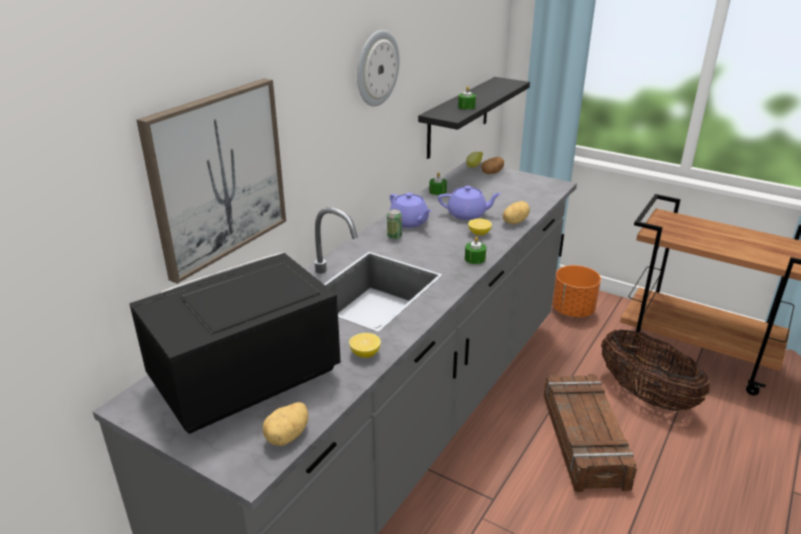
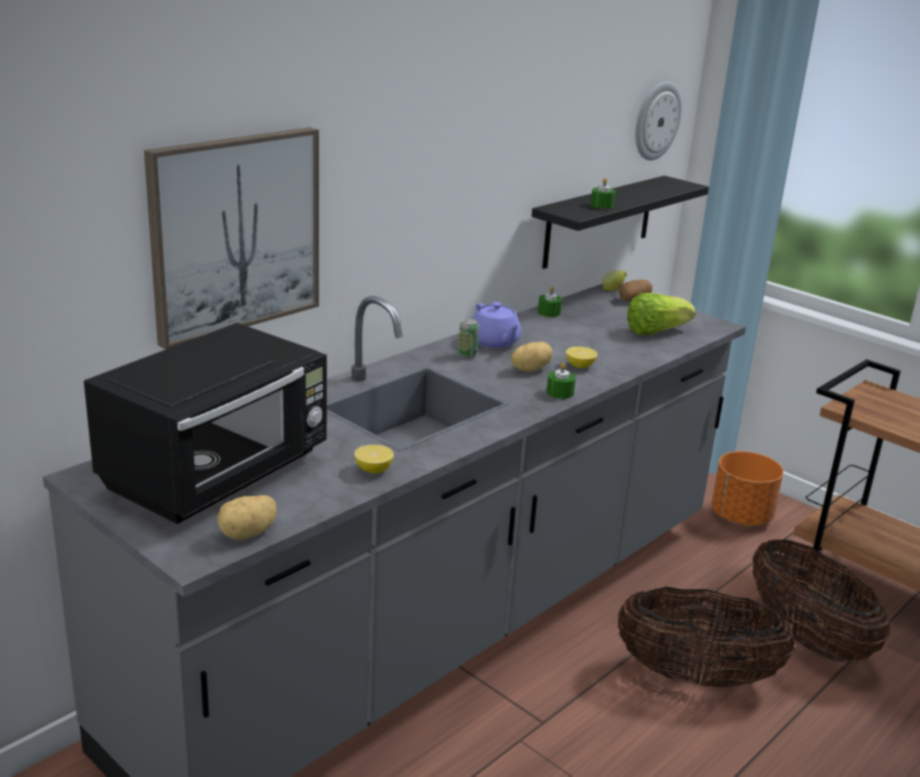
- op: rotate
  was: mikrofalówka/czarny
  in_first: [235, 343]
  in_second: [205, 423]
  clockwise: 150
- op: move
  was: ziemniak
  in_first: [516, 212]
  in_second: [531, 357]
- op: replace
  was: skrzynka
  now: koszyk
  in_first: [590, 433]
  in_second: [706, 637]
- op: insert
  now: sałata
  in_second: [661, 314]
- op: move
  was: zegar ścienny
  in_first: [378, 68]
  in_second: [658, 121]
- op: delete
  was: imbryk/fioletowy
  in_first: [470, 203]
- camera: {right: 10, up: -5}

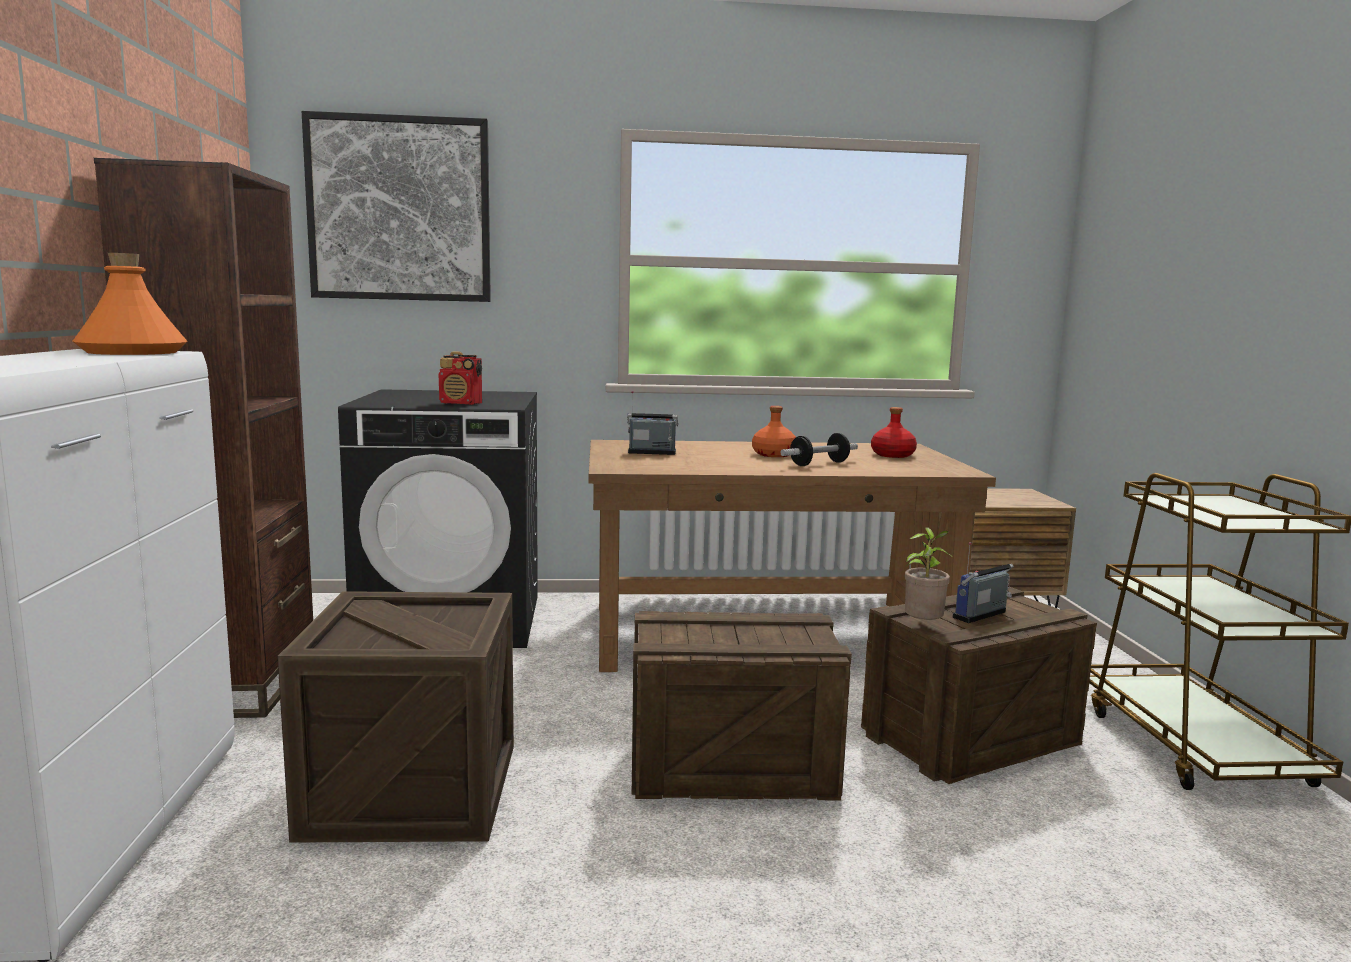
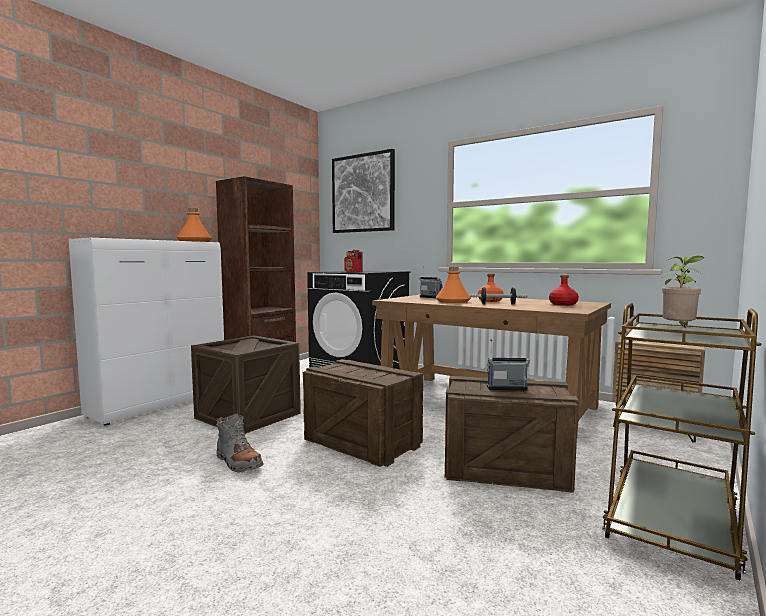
- op: insert
  now: but z cholewką/szary
  in_second: [240, 443]
- op: insert
  now: butelka/pomarańczowy
  in_second: [453, 285]
- op: move
  was: roślina doniczkowa
  in_first: [928, 573]
  in_second: [682, 292]
- camera: {right: 40, up: -5}

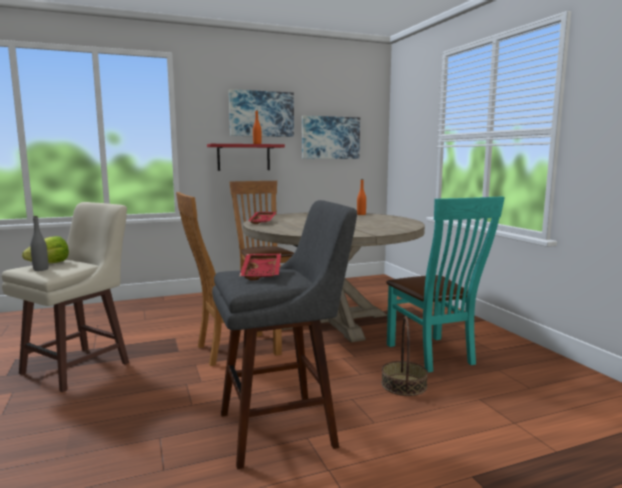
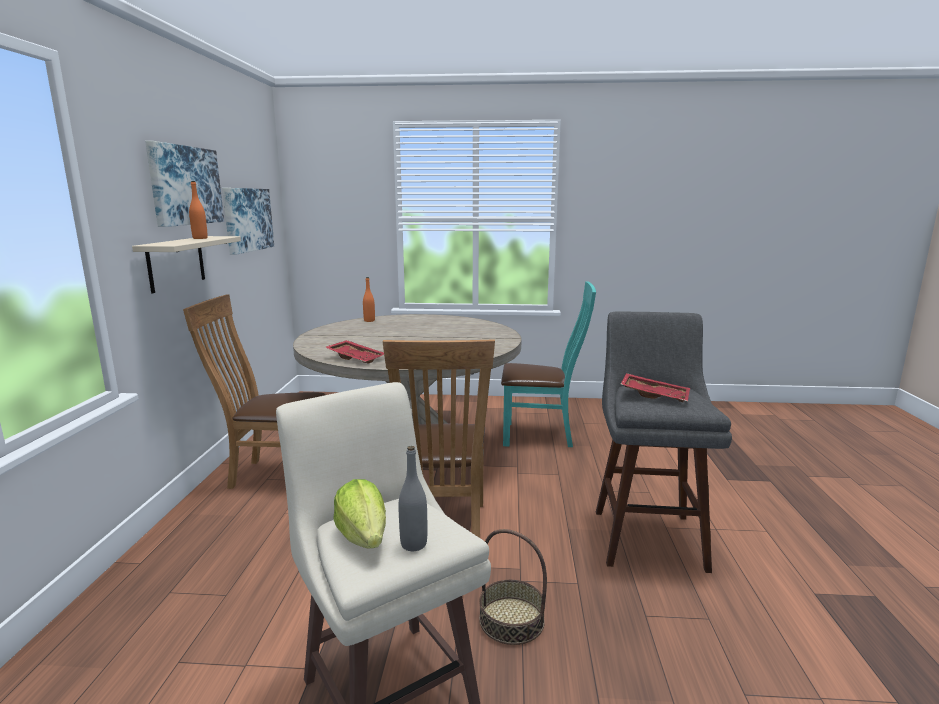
- op: recolor
  was: półka/czerwony
  now: półka/beżowy
  in_first: [246, 157]
  in_second: [186, 264]
- op: move
  was: koszyk
  in_first: [404, 356]
  in_second: [513, 587]
- camera: {right: -65, up: 5}

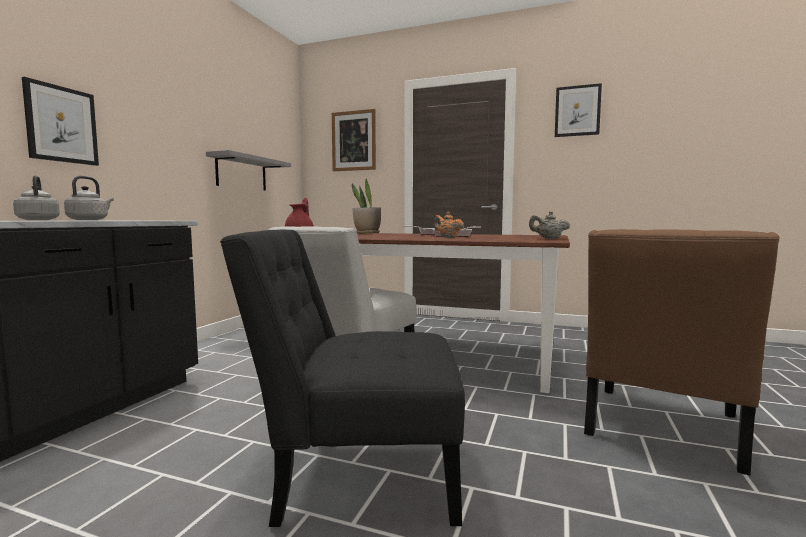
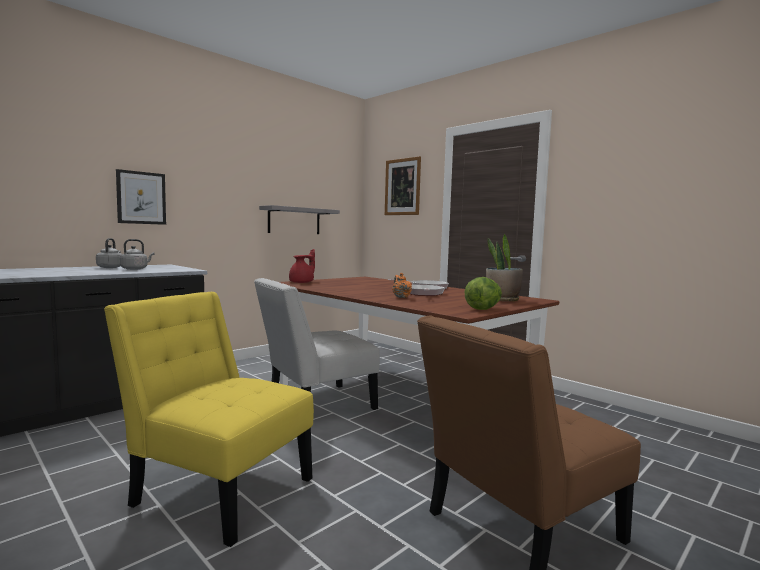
- op: recolor
  was: krzesło/czarny
  now: krzesło/żółty
  in_first: [342, 378]
  in_second: [209, 419]
- op: replace
  was: imbryk/beżowy
  now: sałata
  in_first: [549, 225]
  in_second: [483, 293]
- op: move
  was: roślina doniczkowa
  in_first: [366, 206]
  in_second: [504, 267]
- op: delete
  was: obraz
  in_first: [578, 110]
- camera: {right: 25, up: 0}

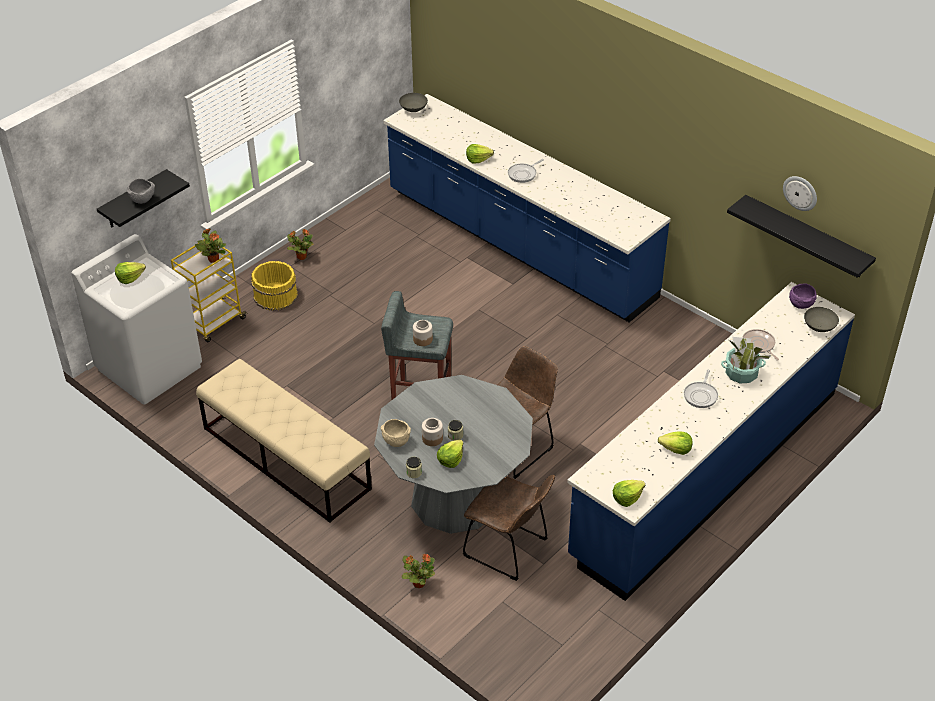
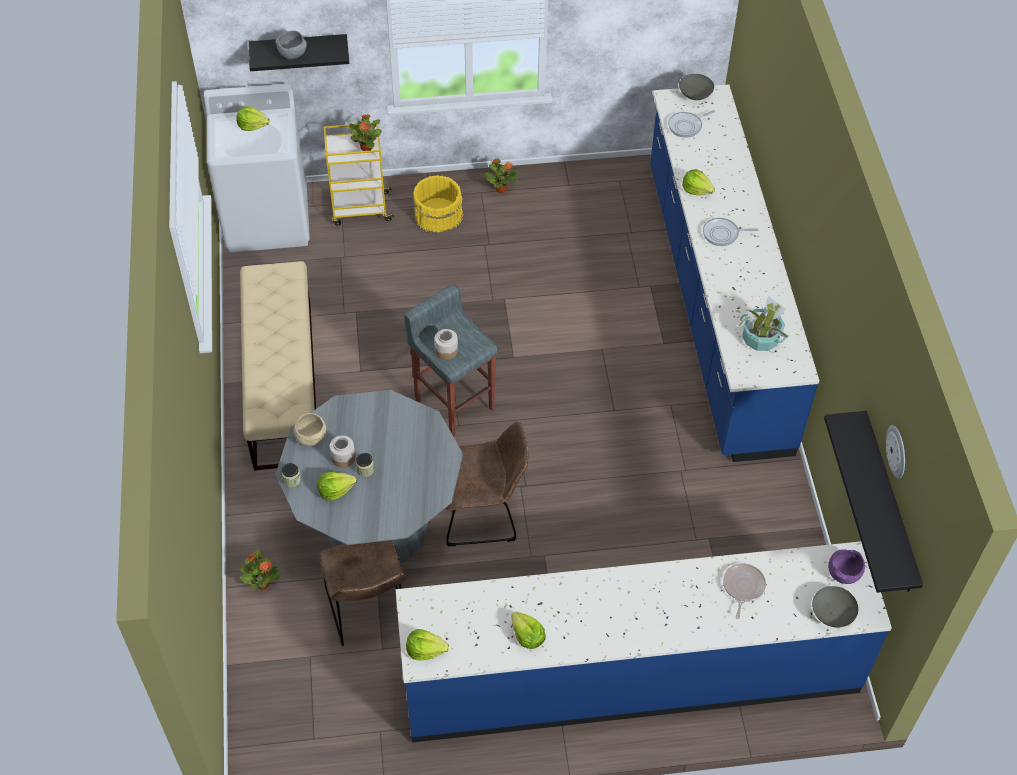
- op: move
  was: patelnia
  in_first: [701, 389]
  in_second: [691, 124]
- op: move
  was: roślina doniczkowa
  in_first: [746, 360]
  in_second: [762, 323]
- camera: {right: 40, up: 10}

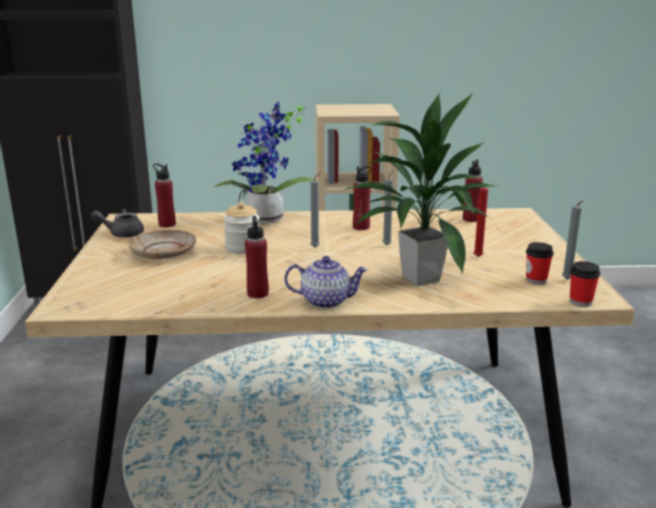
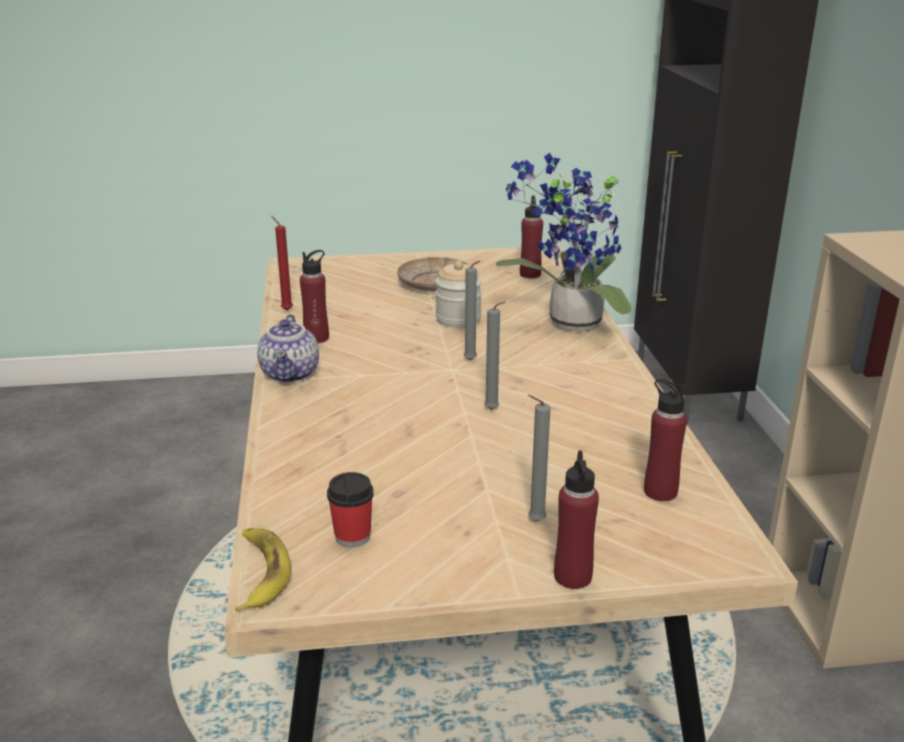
- op: replace
  was: filiżanka
  now: banan
  in_first: [585, 284]
  in_second: [263, 570]
- op: move
  was: świeca/czerwony
  in_first: [481, 222]
  in_second: [282, 263]
- op: move
  was: świeca/szary
  in_first: [572, 240]
  in_second: [539, 458]
- op: move
  was: butelka/czerwony
  in_first: [362, 198]
  in_second: [576, 520]
- op: delete
  was: imbryk/szary
  in_first: [117, 223]
- op: delete
  was: roślina doniczkowa
  in_first: [419, 189]
- camera: {right: 85, up: 5}

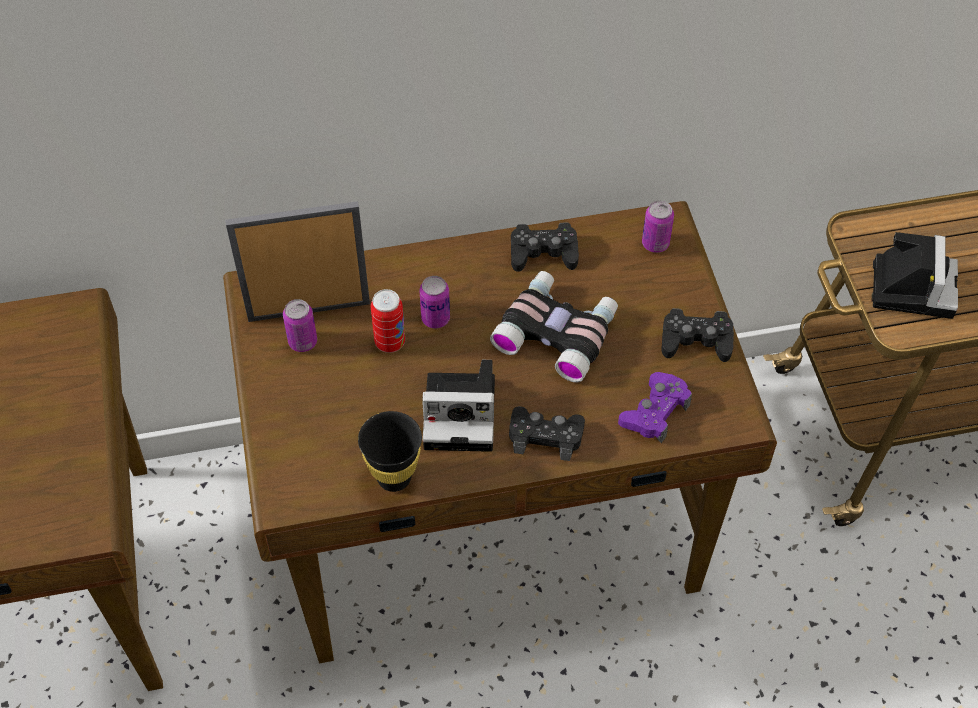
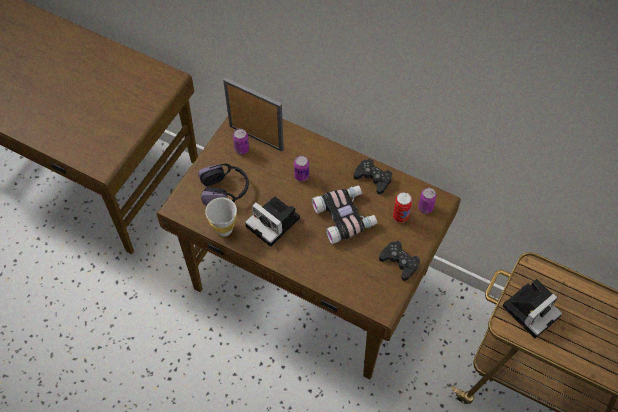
- op: insert
  now: słuchawki
  in_second: [223, 185]
- op: recolor
  was: filiżanka/czarny
  now: filiżanka/biały
  in_first: [390, 451]
  in_second: [221, 216]
- op: move
  was: puszka
  in_first: [388, 321]
  in_second: [402, 207]
- op: delete
  was: pad do gier/czarny
  in_first: [547, 433]
- op: delete
  was: pad do gier/fioletowy
  in_first: [655, 407]
- camera: {right: 40, up: 5}

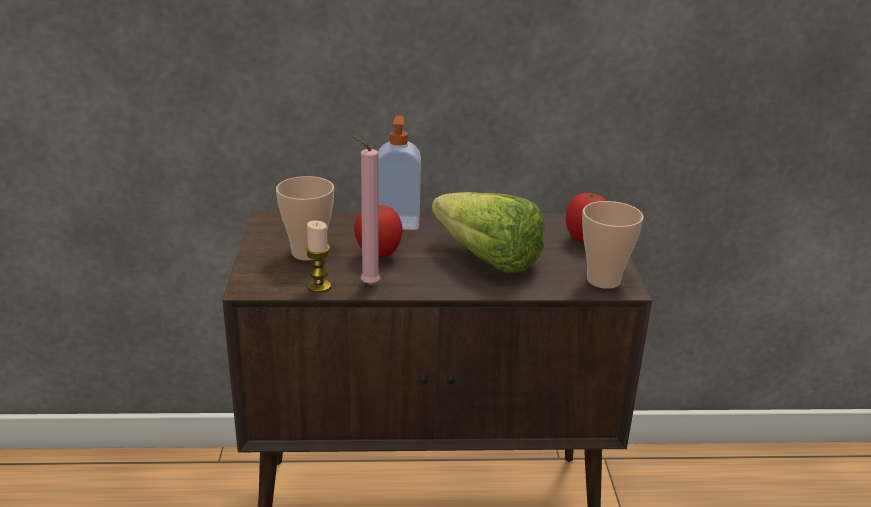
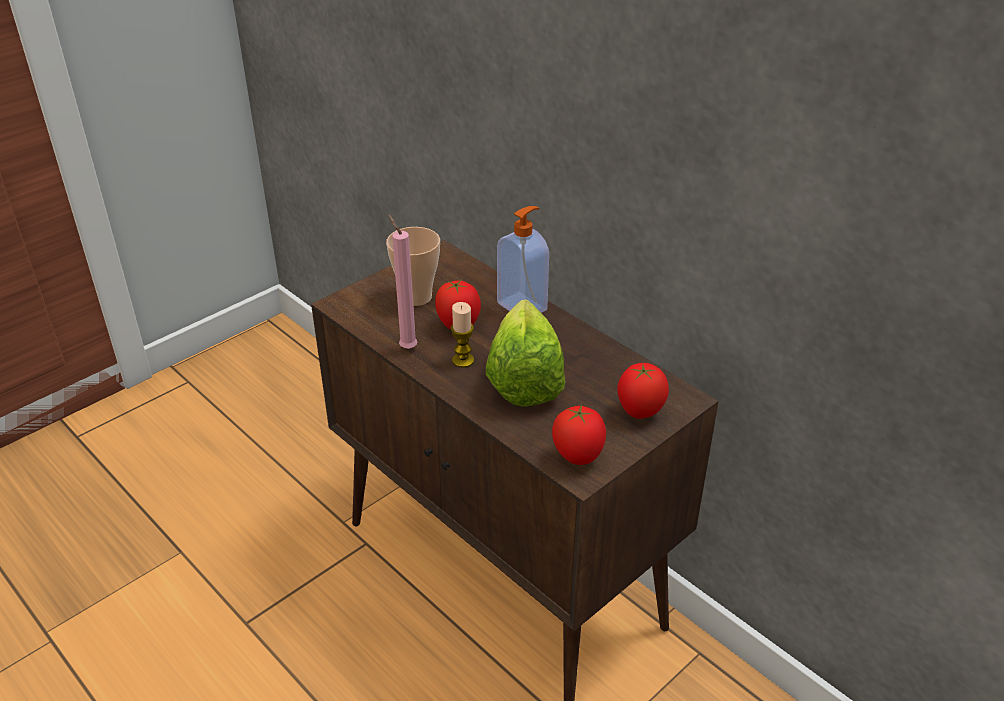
- op: move
  was: świeca
  in_first: [318, 256]
  in_second: [462, 335]
- op: replace
  was: filiżanka
  now: pomidor
  in_first: [613, 245]
  in_second: [579, 435]
- camera: {right: 50, up: 10}

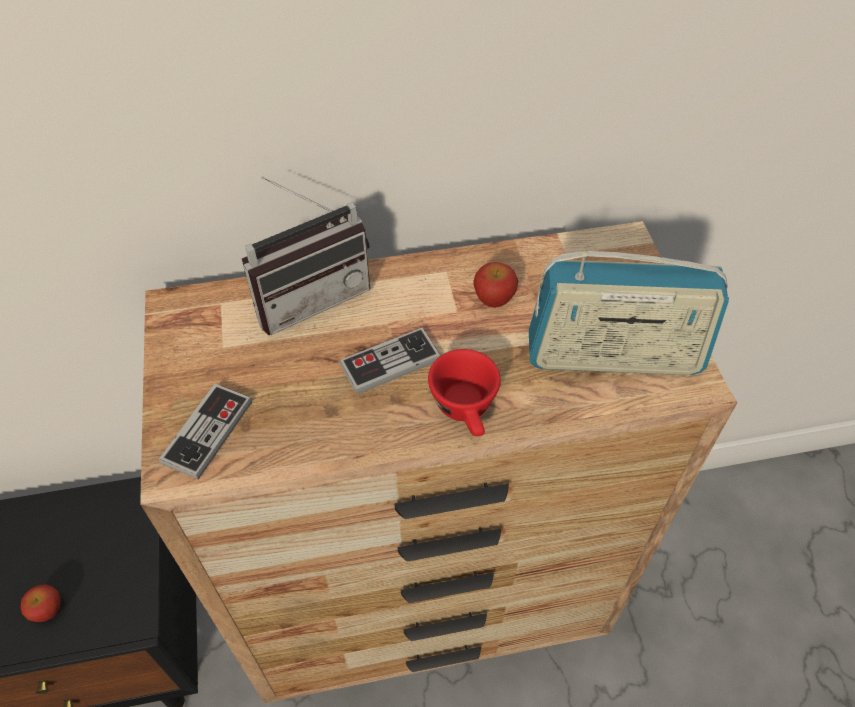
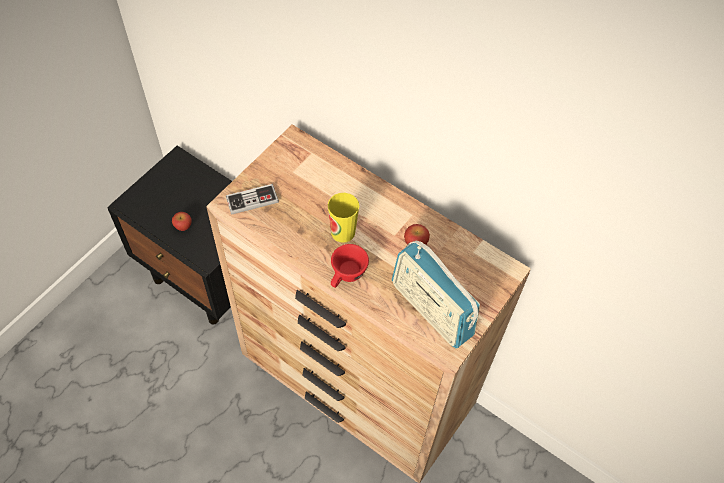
- op: replace
  was: pad do gier
  now: filiżanka
  in_first: [390, 361]
  in_second: [343, 218]
- op: delete
  was: radio
  in_first: [306, 256]
- camera: {right: 45, up: 5}

